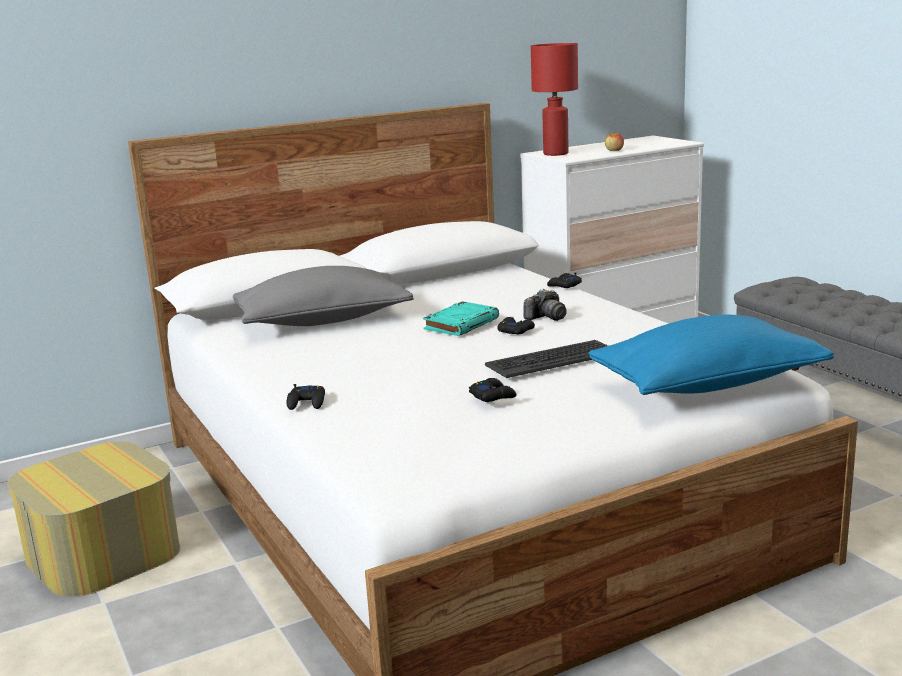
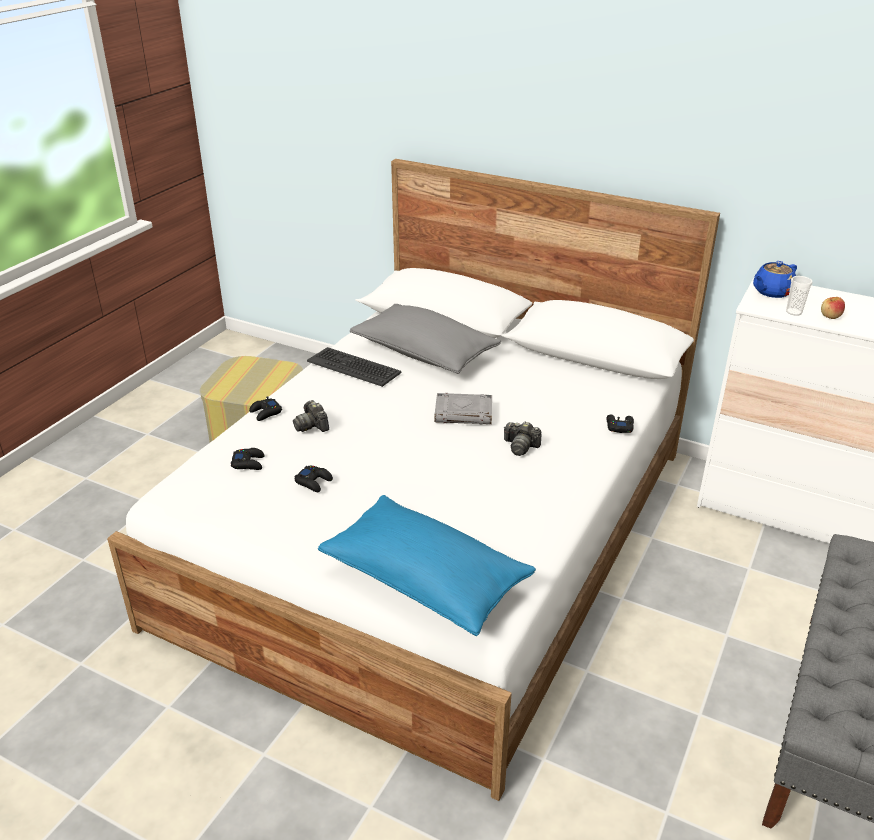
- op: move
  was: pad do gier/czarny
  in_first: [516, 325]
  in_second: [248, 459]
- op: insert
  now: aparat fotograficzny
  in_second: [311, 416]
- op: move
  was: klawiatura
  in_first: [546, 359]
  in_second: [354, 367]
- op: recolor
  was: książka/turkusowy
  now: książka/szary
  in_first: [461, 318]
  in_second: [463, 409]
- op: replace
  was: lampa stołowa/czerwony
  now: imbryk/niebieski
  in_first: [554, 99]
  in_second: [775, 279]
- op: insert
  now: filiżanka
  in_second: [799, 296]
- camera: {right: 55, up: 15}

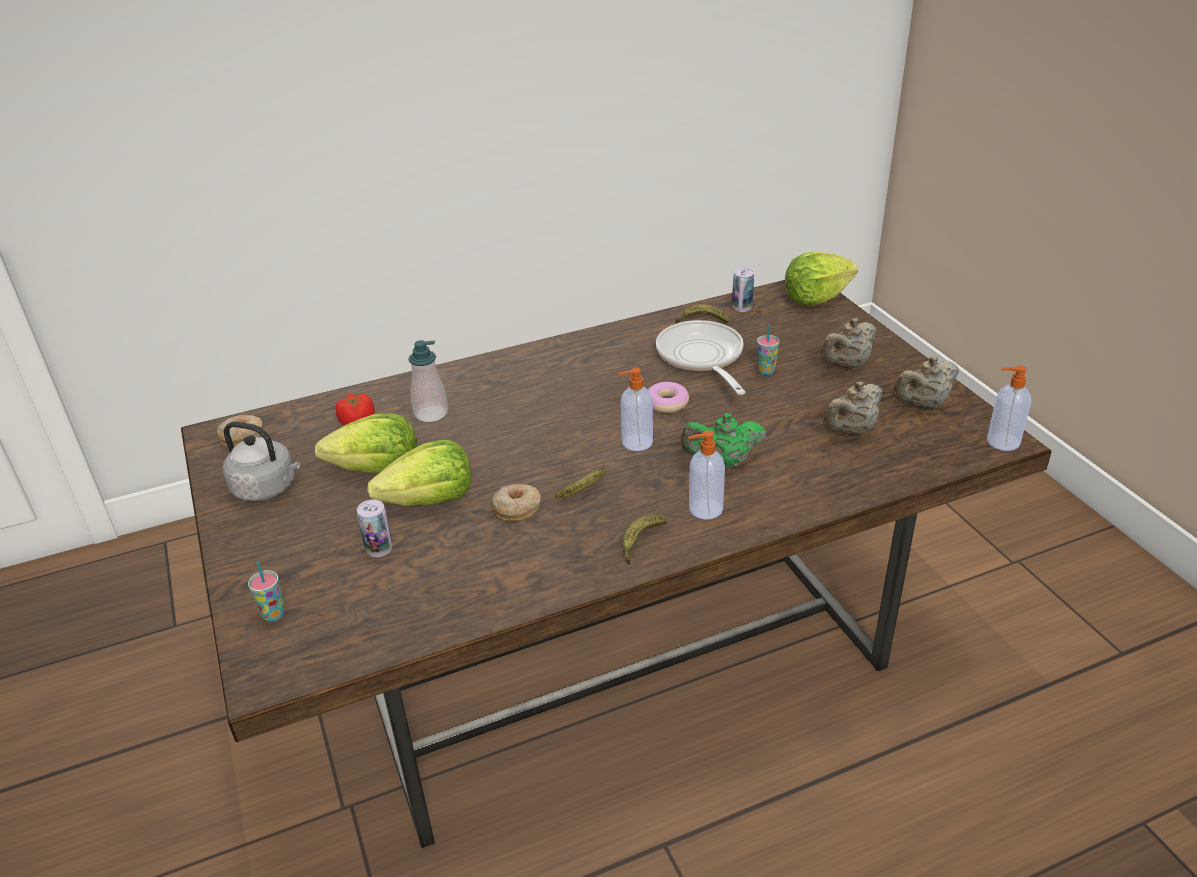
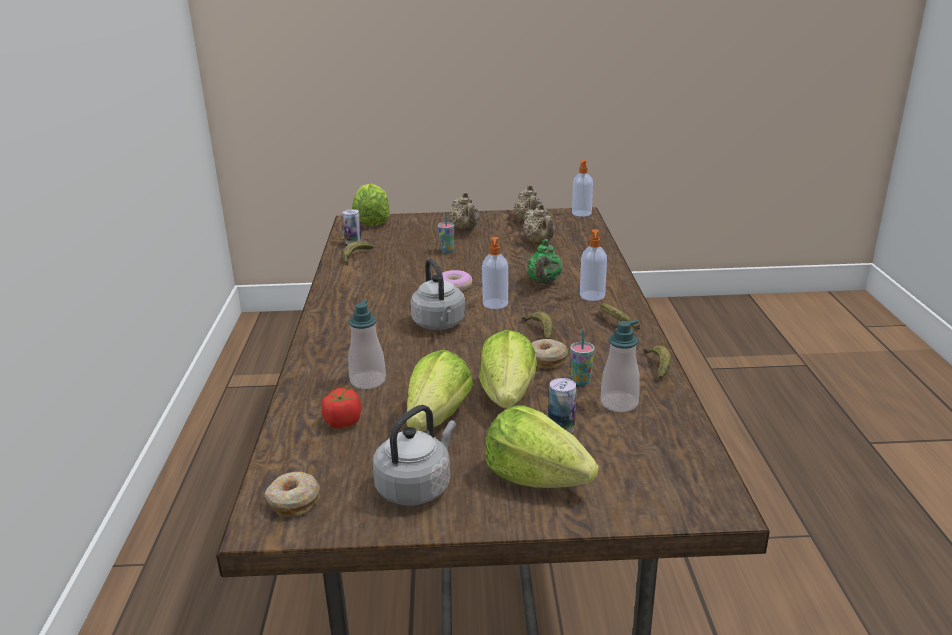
- op: insert
  now: czajnik/szary
  in_second: [437, 294]
- op: insert
  now: sałata
  in_second: [542, 446]
- op: move
  was: filiżanka
  in_first: [266, 592]
  in_second: [582, 357]
- op: insert
  now: dozownik mydła
  in_second: [620, 366]
- op: insert
  now: banan
  in_second: [657, 362]
- op: delete
  was: patelnia
  in_first: [701, 357]
- camera: {right: -70, up: -10}

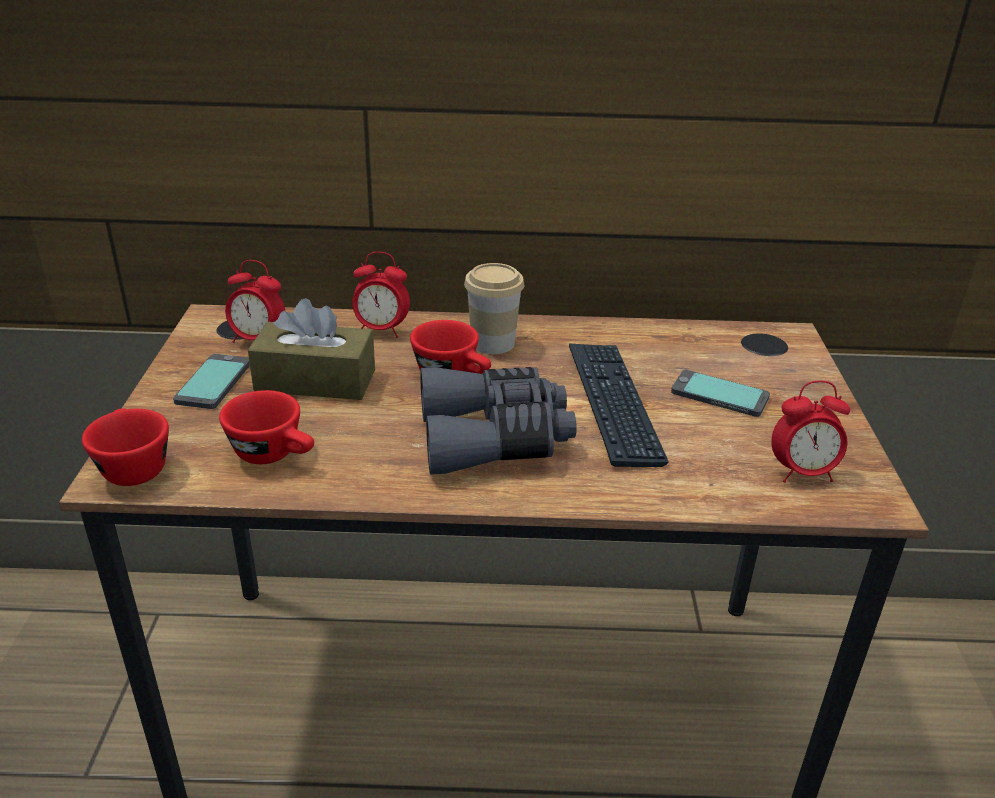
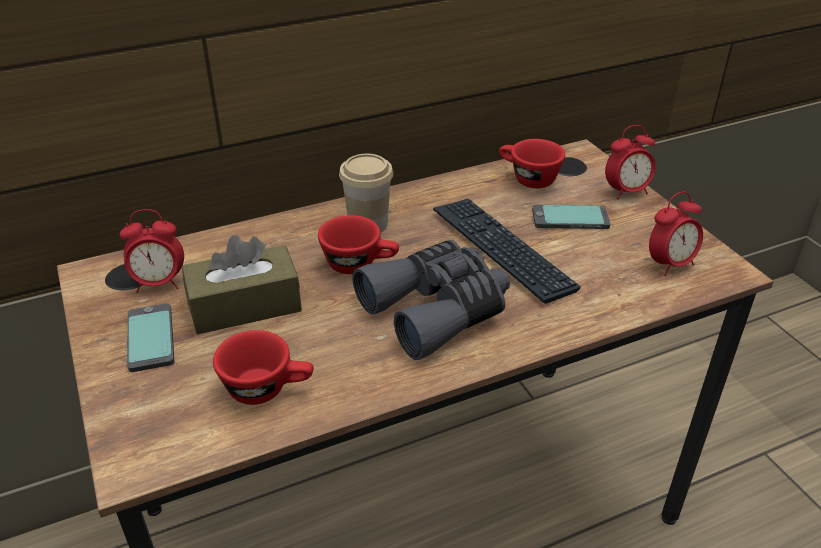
- op: move
  was: filiżanka/czerwony
  in_first: [125, 447]
  in_second: [532, 163]
- op: move
  was: budzik
  in_first: [381, 295]
  in_second: [630, 162]
- camera: {right: -25, up: 5}

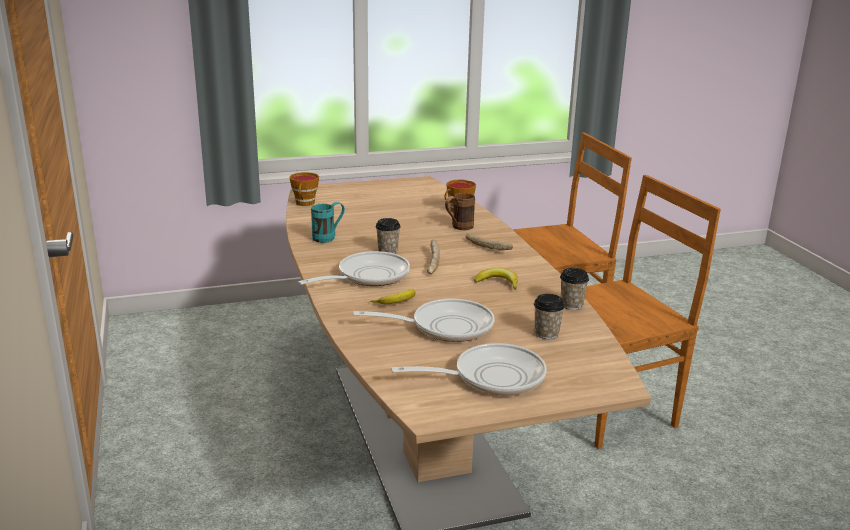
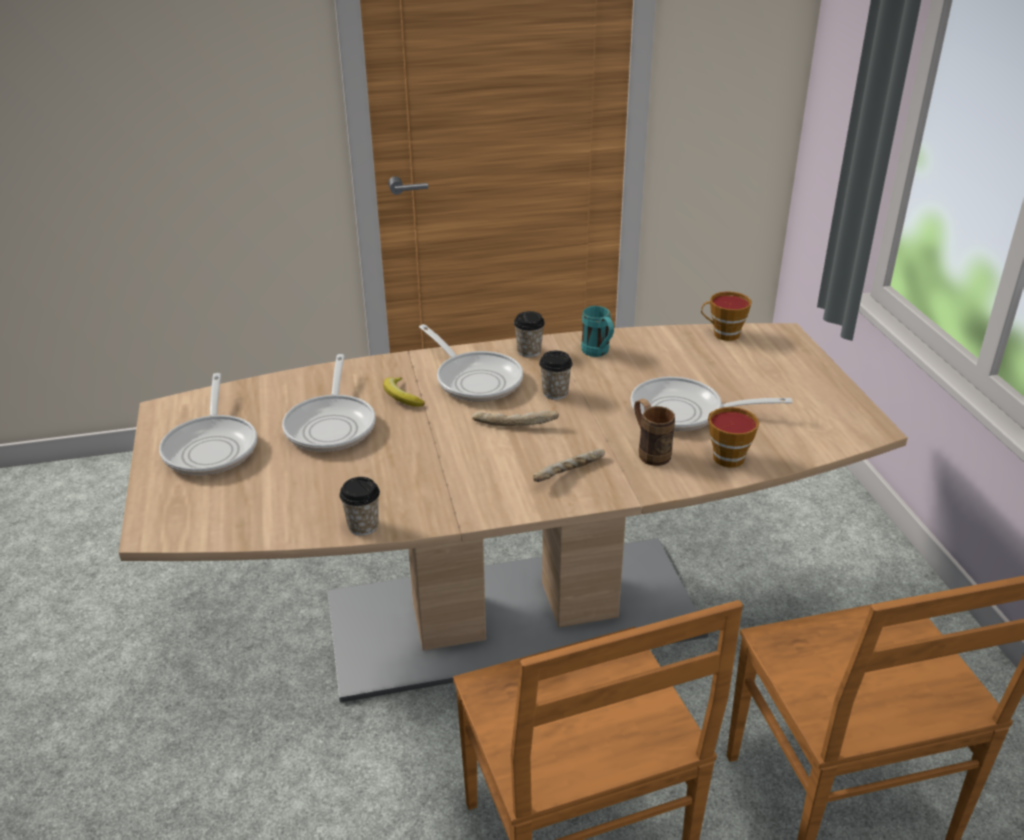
- op: move
  was: filiżanka
  in_first: [549, 316]
  in_second: [529, 334]
- op: insert
  now: patelnia
  in_second: [711, 404]
- op: delete
  was: banan
  in_first: [496, 279]
- camera: {right: 95, up: 10}

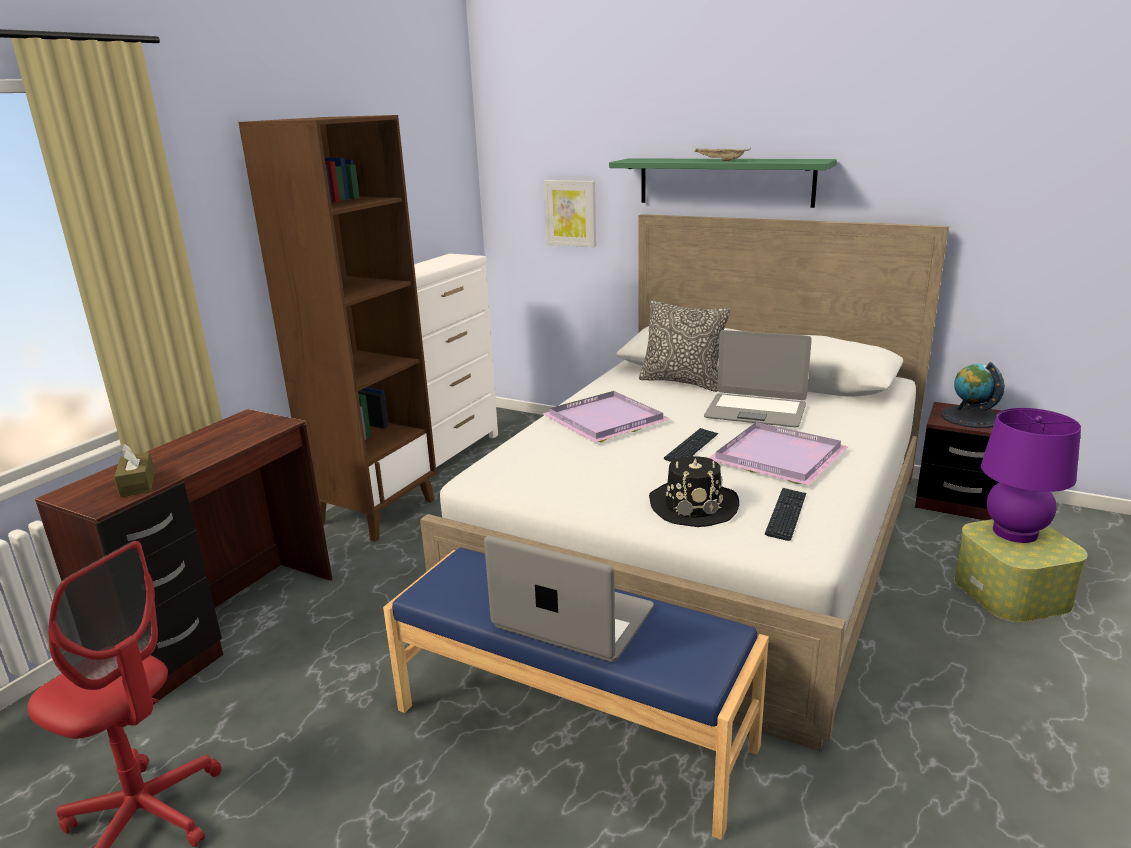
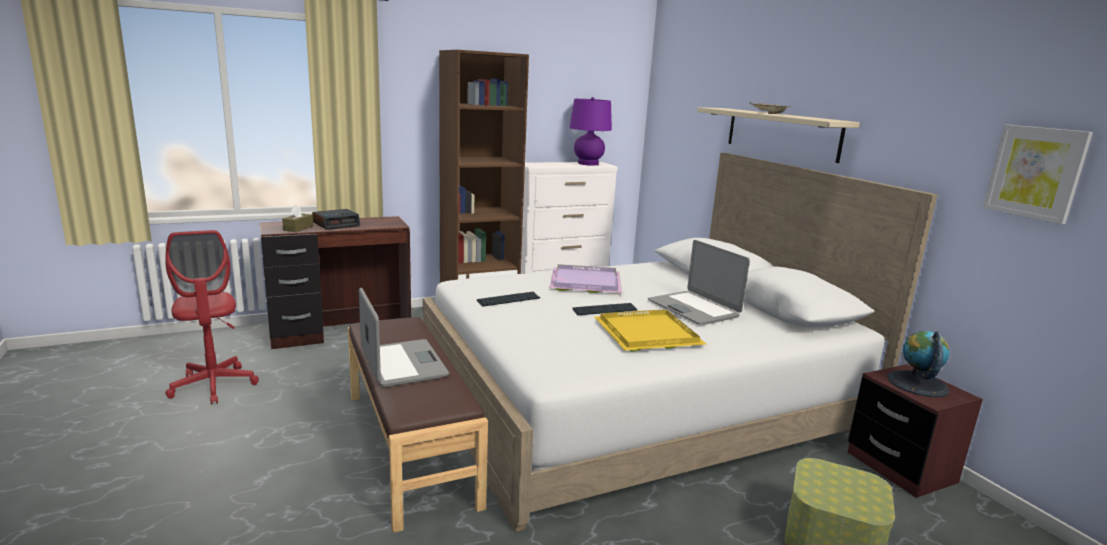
- op: insert
  now: budzik
  in_second: [336, 219]
- op: recolor
  was: ławka/niebieski
  now: ławka/brązowy
  in_first: [576, 693]
  in_second: [418, 425]
- op: move
  was: klawiatura
  in_first: [785, 514]
  in_second: [508, 299]
- op: move
  was: lampa stołowa/fioletowy
  in_first: [1031, 475]
  in_second: [591, 131]
- op: recolor
  was: taca/fioletowy
  now: taca/żółty
  in_first: [779, 454]
  in_second: [650, 330]
- op: recolor
  was: półka/zielony
  now: półka/beżowy
  in_first: [723, 183]
  in_second: [778, 135]
- op: move
  was: obraz
  in_first: [570, 213]
  in_second: [1038, 174]
- op: delete
  was: poduszka
  in_first: [684, 346]
- op: delete
  was: kapelusz/czarny
  in_first: [694, 491]
- camera: {right: 35, up: -5}

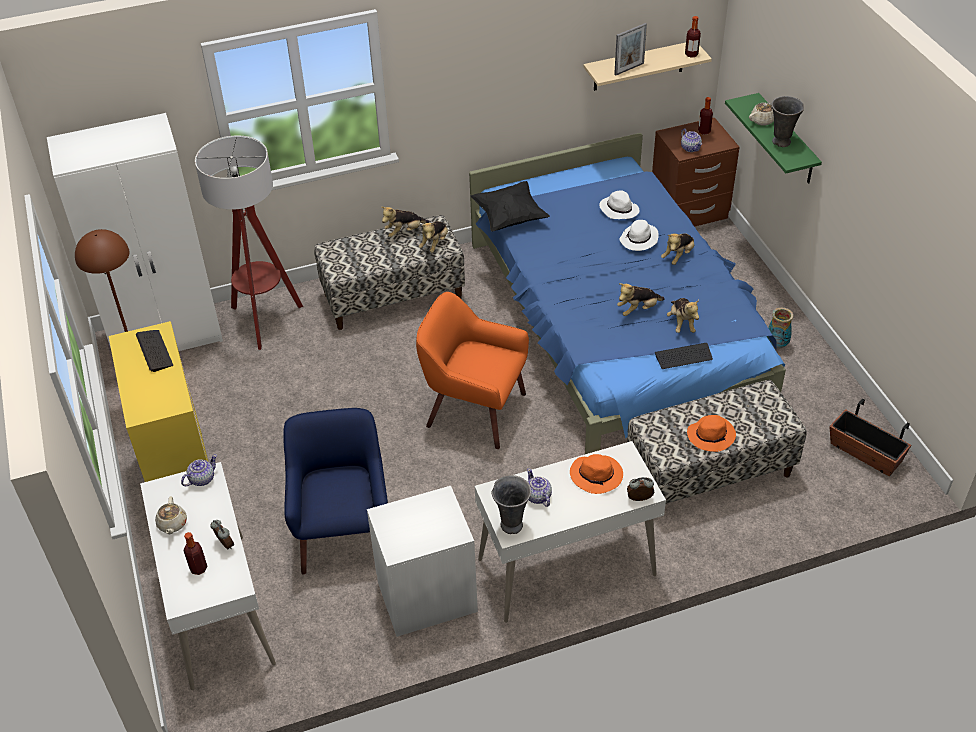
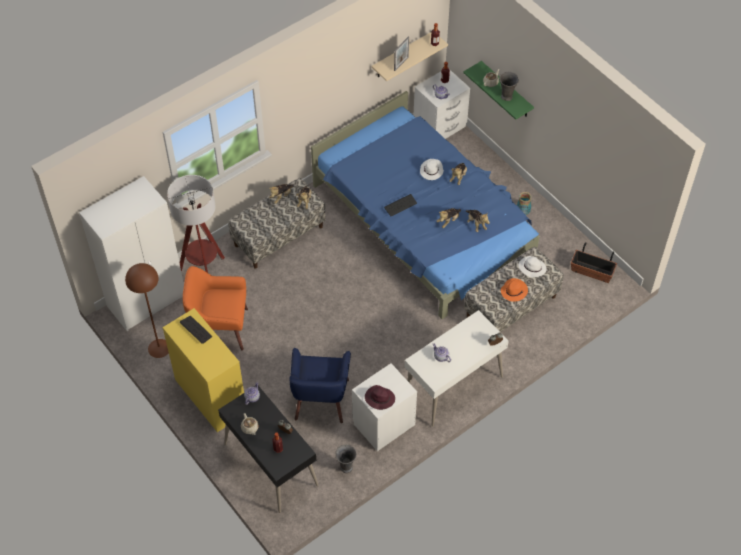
- op: move
  was: fotel/pomarańczowy
  in_first: [472, 370]
  in_second: [215, 308]
- op: recolor
  was: biurko/biały
  now: biurko/czarny
  in_first: [208, 576]
  in_second: [268, 449]
- op: rotate
  was: fotel/niebieski
  in_first: [335, 491]
  in_second: [320, 385]
  clockwise: -150
- op: move
  was: wazon/szary
  in_first: [511, 504]
  in_second: [346, 458]
- op: insert
  now: kapelusz/fioletowy
  in_second: [380, 397]
- op: move
  was: klawiatura
  in_first: [684, 356]
  in_second: [400, 205]
- op: recolor
  was: szafka nocna/brązowy
  now: szafka nocna/biały
  in_first: [696, 172]
  in_second: [441, 104]
- op: move
  was: kapelusz/biały
  in_first: [619, 205]
  in_second: [532, 266]
- op: delete
  was: poduszka/czarny
  in_first: [510, 206]
- op: delete
  was: kapelusz/pomarańczowy
  in_first: [596, 474]
- camera: {right: -20, up: 10}

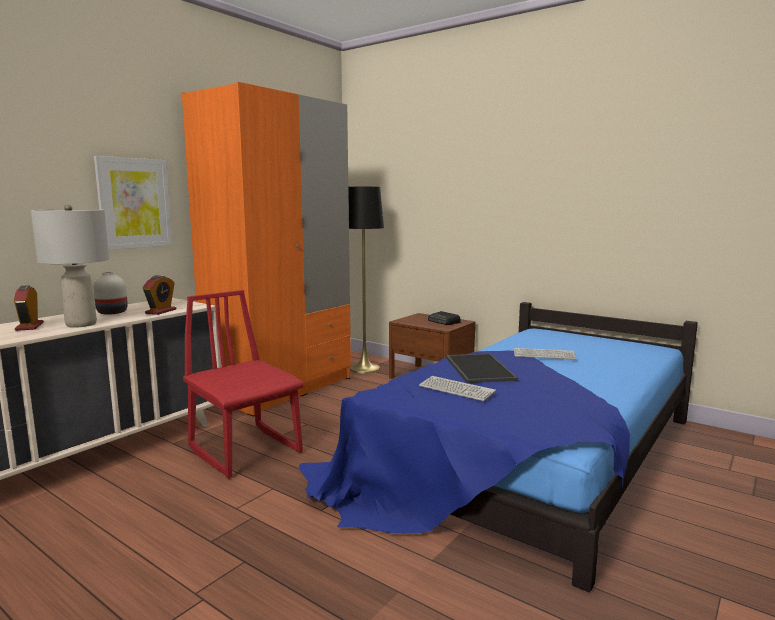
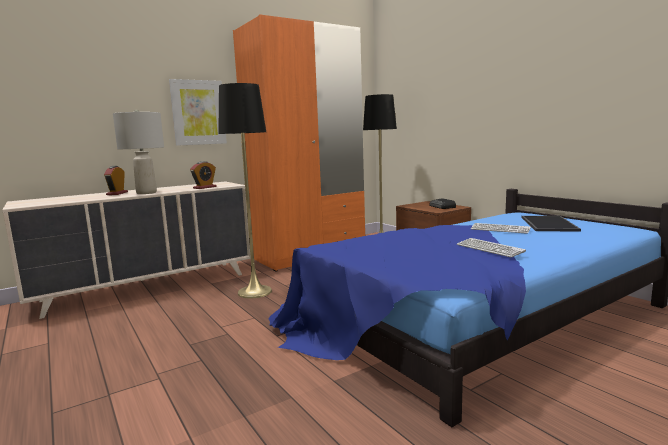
- op: replace
  was: krzesło/czerwony
  now: lampa stojąca/czarny
  in_first: [243, 384]
  in_second: [245, 191]
- op: move
  was: klawiatura
  in_first: [457, 388]
  in_second: [491, 247]
- op: move
  was: taca
  in_first: [482, 368]
  in_second: [551, 224]
- op: delete
  was: wazon/biały
  in_first: [111, 293]
- camera: {right: 20, up: 0}

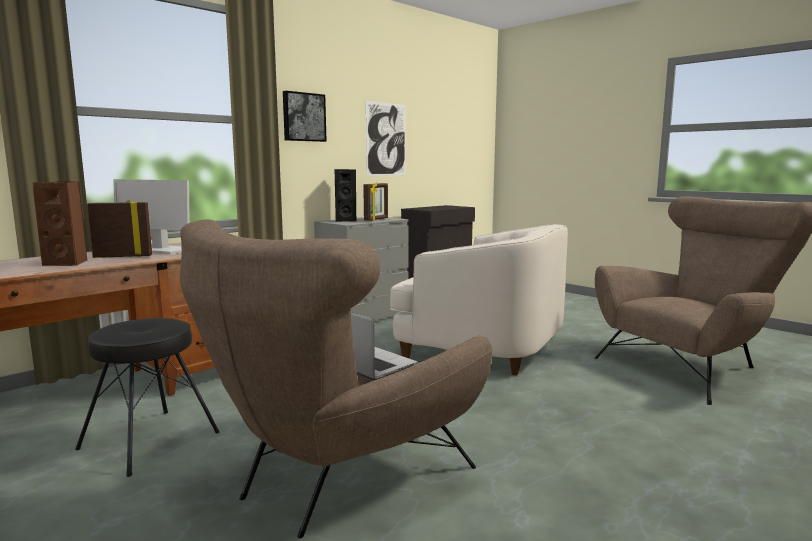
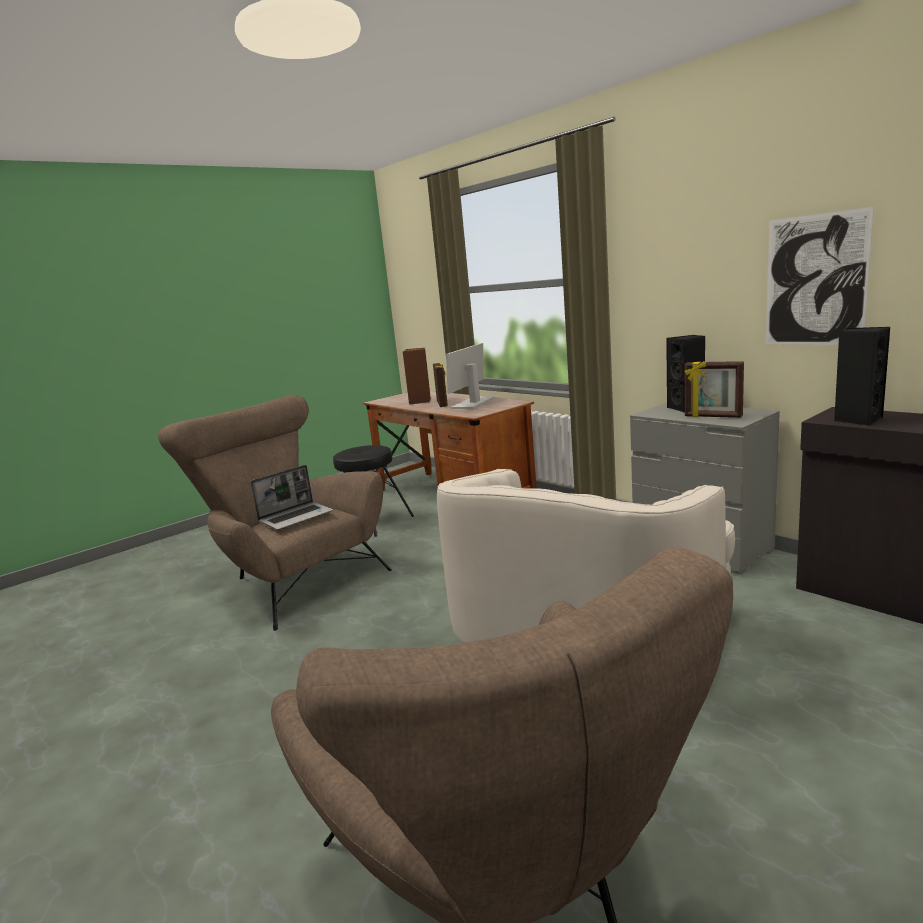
- op: insert
  now: głośnik/czarny
  in_second: [862, 376]
- op: delete
  was: obraz
  in_first: [304, 116]
- camera: {right: 95, up: 5}

